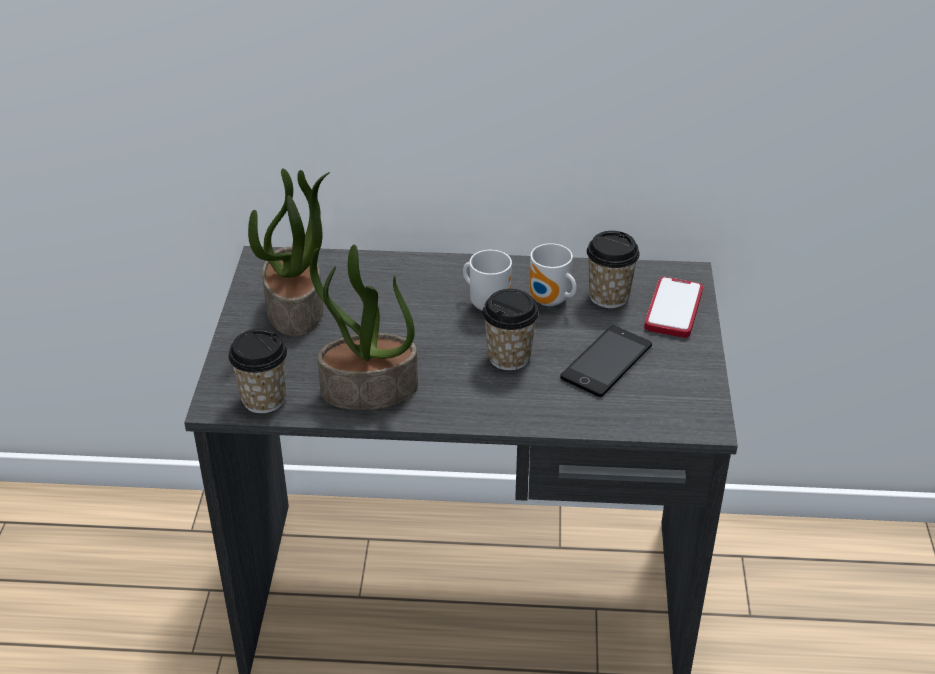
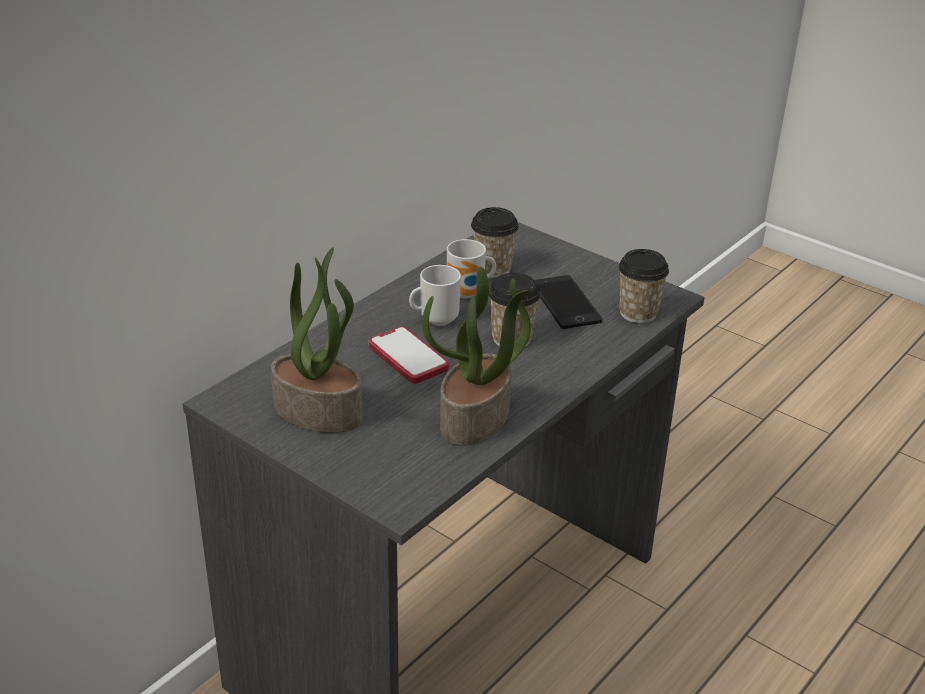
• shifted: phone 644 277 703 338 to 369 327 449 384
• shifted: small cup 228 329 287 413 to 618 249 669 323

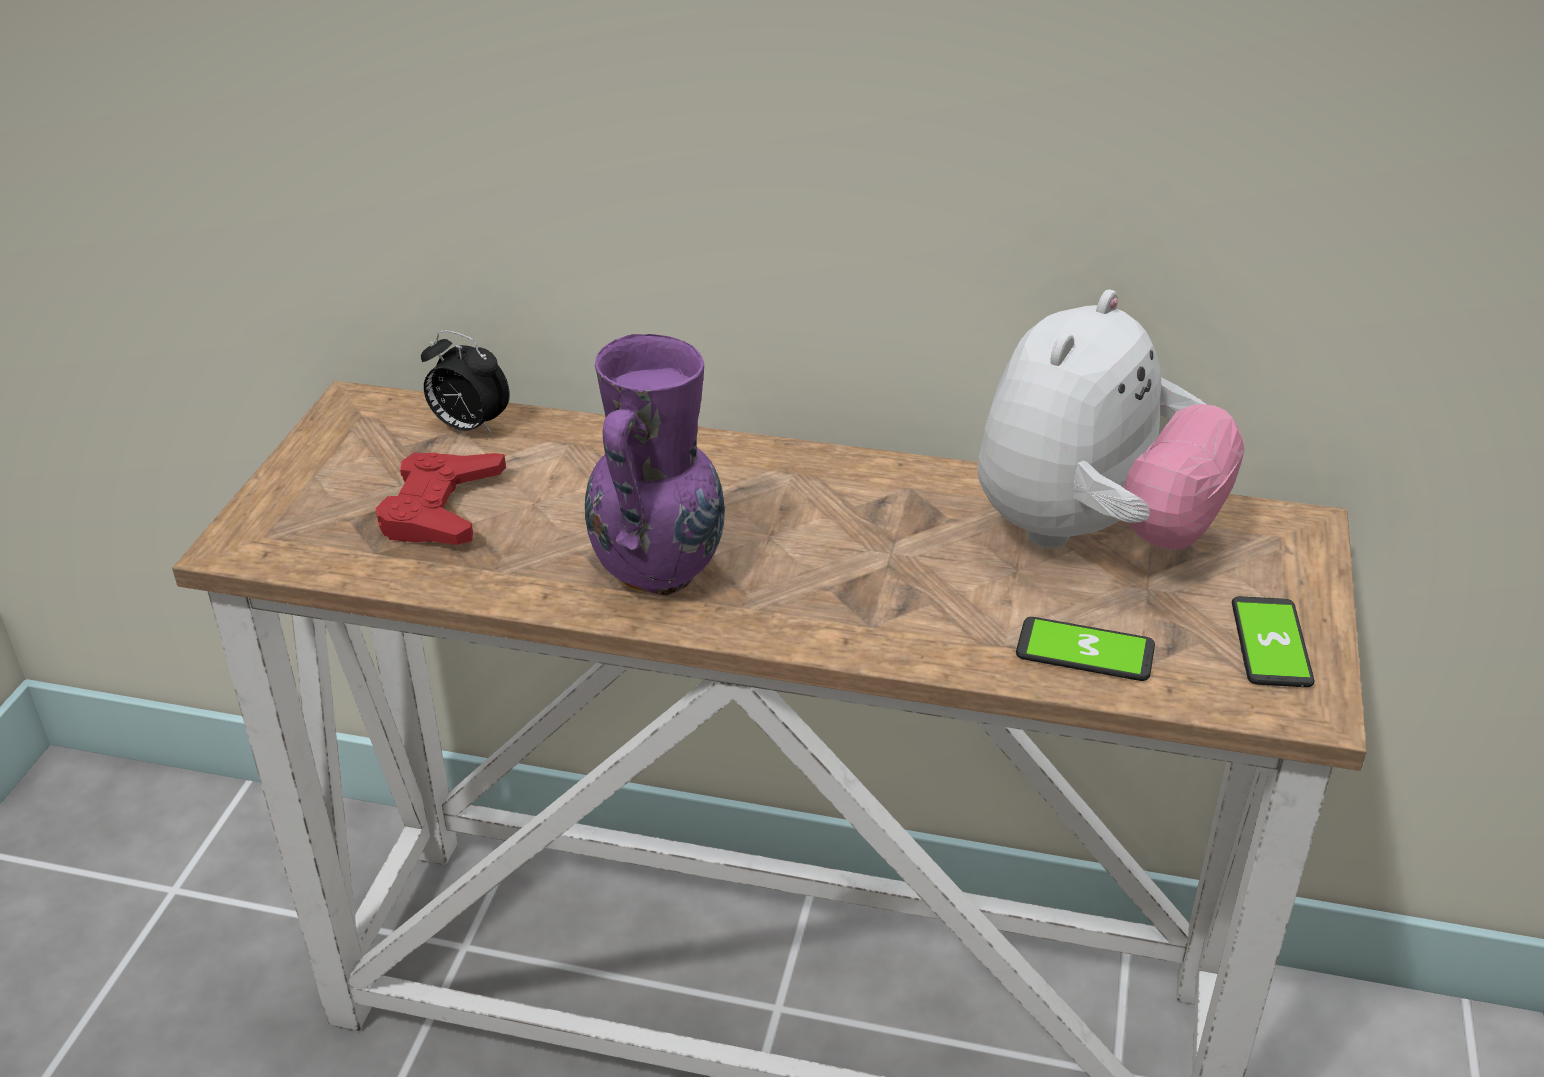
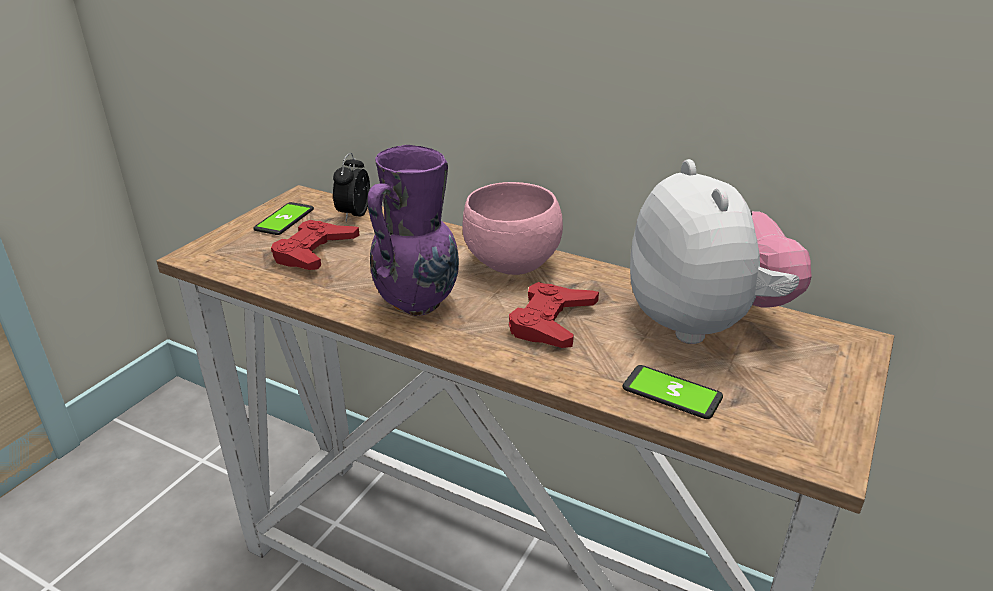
• shifted: phone 1232 596 1314 687 to 253 202 314 235
• rotated: bedside clock 421 330 510 436 = 333 153 370 222 60 degrees clockwise
• new: serving bowl (pinkish) 462 182 563 275
• new: joypad (red) 509 282 599 348
• rotated: soft toy 977 289 1245 550 = 630 159 812 344 60 degrees counterclockwise

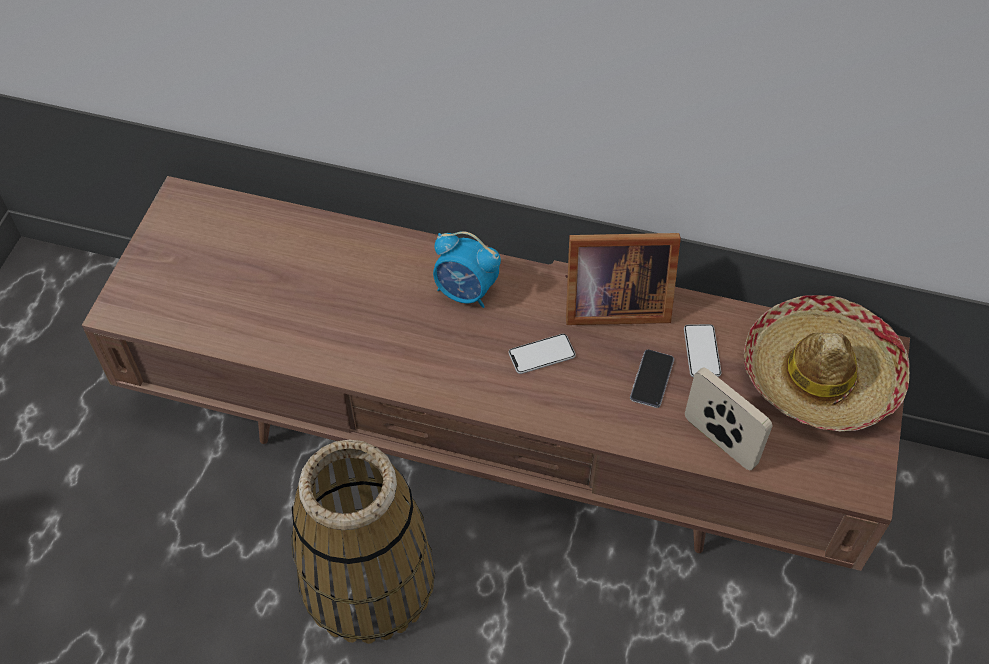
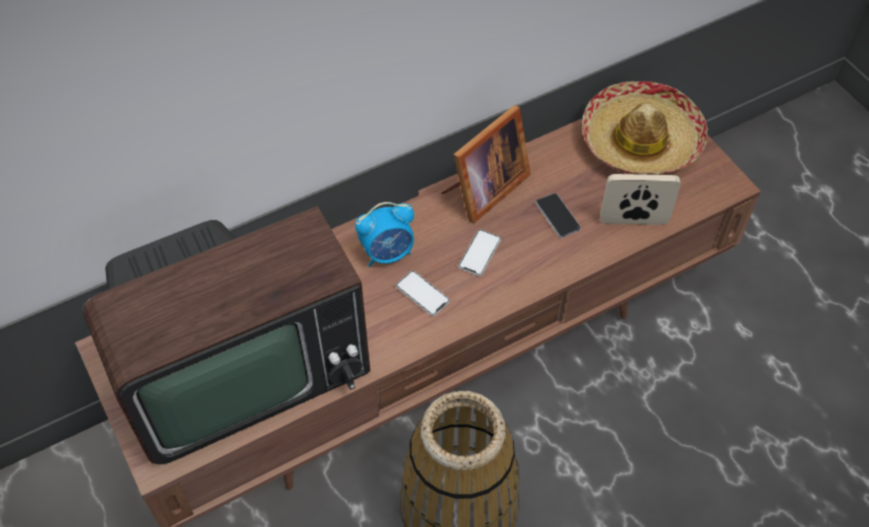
• new: TV set 82 206 370 465
• shifted: phone 684 324 721 377 to 396 271 450 316

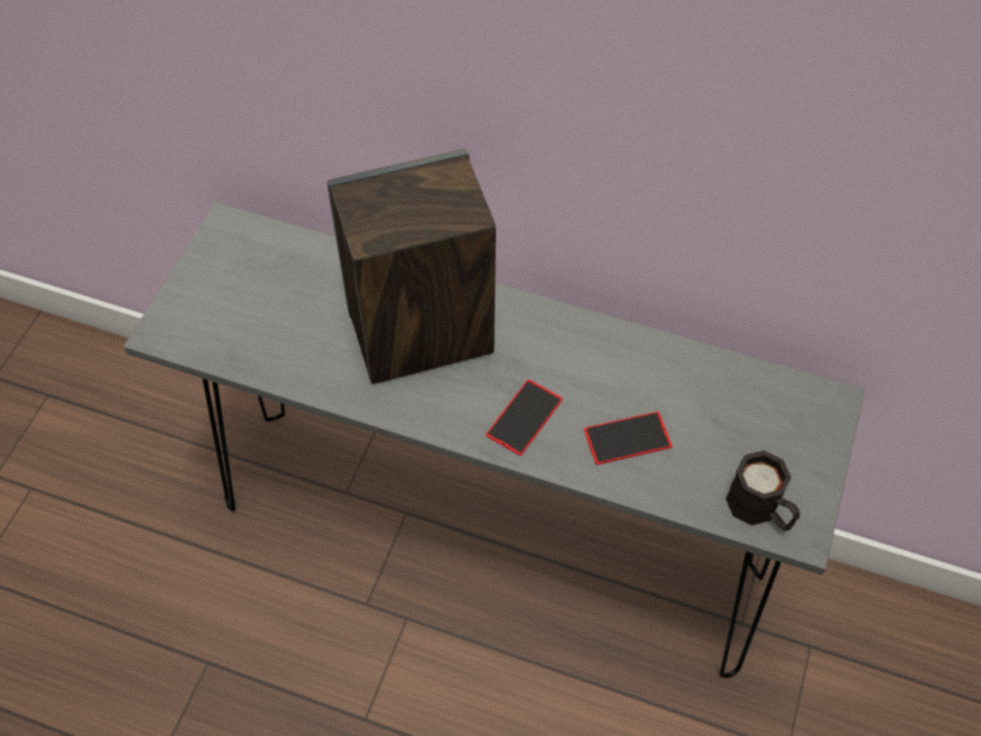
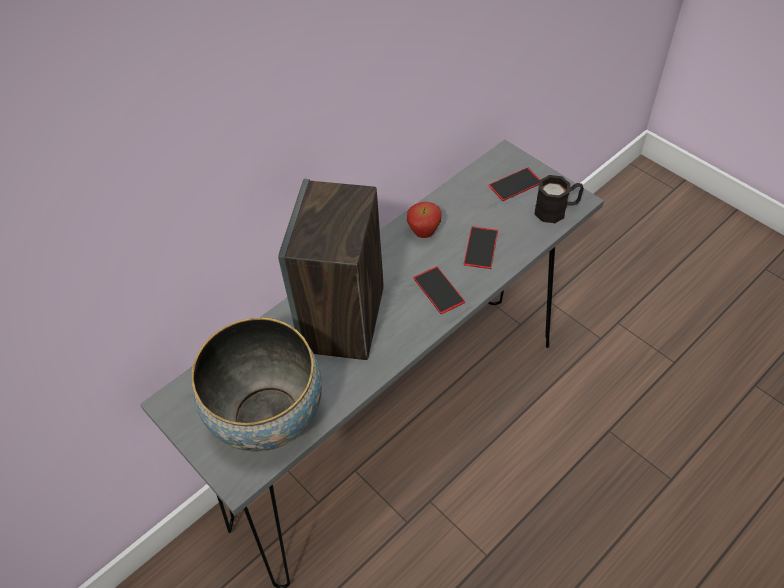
• new: serving bowl 191 317 322 452
• new: apple fruit 407 202 442 238
• new: phone 488 167 540 201

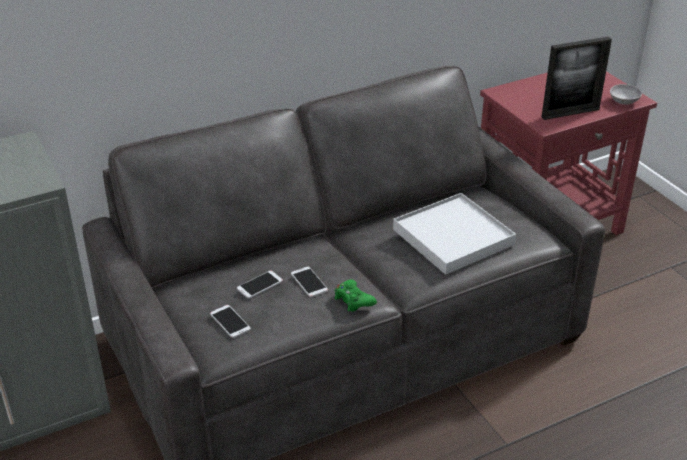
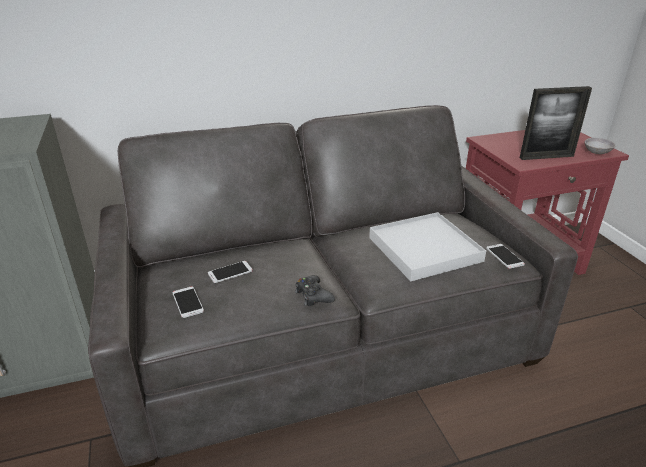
• repainted: joypad (green) 334 279 377 312 to joypad (black-coloured) 295 275 335 306
• shifted: phone 291 267 328 297 to 486 244 525 269

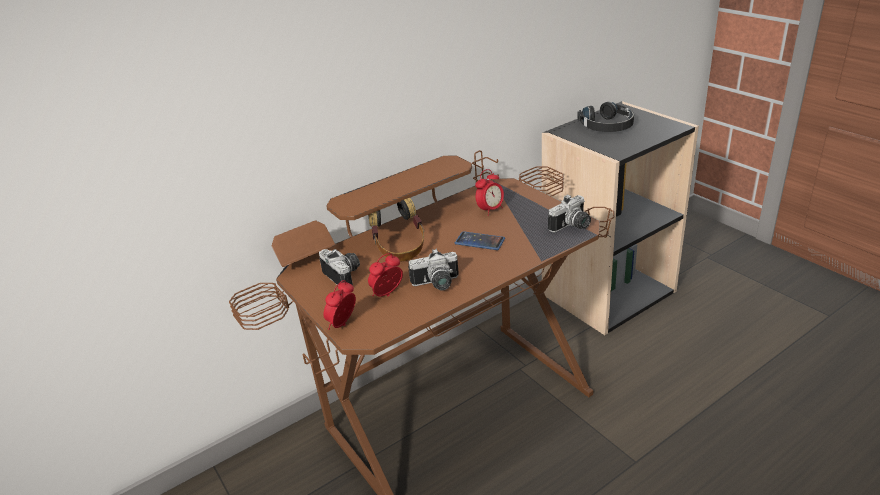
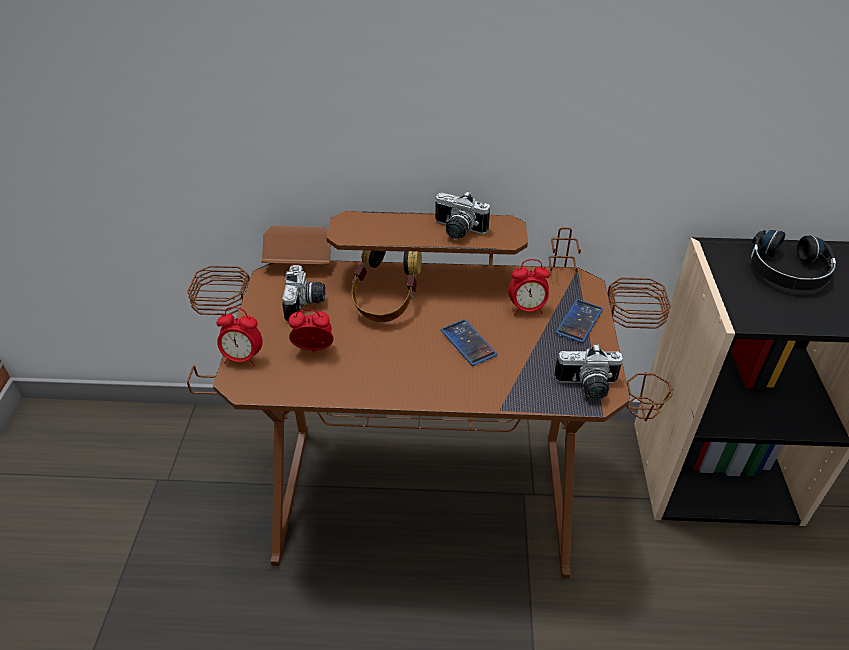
• rotated: bedside clock 323 280 356 330 = 216 307 263 366 150 degrees counterclockwise
• shifted: photo camera 408 249 459 291 to 435 191 490 239
• new: phone 555 299 603 343

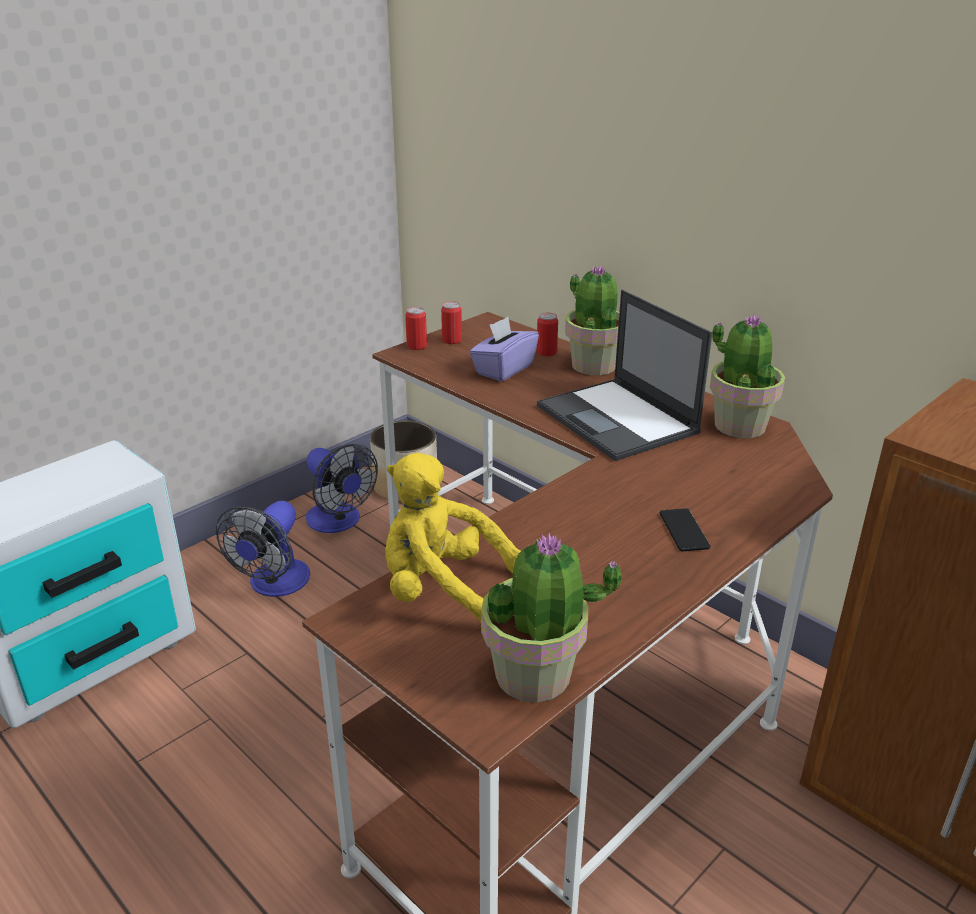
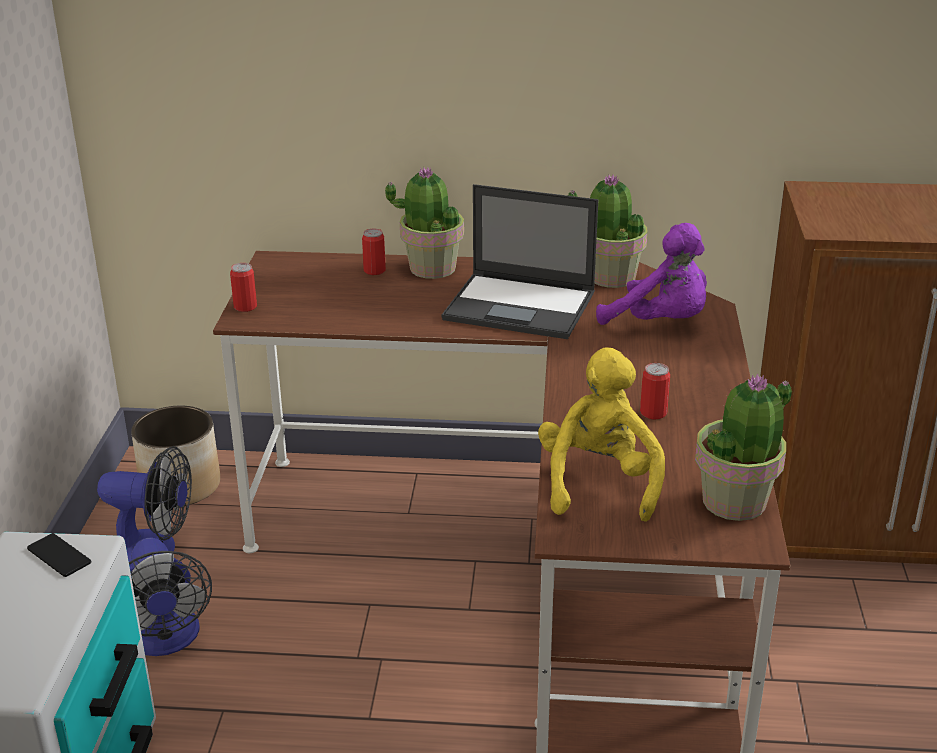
• shifted: phone 660 508 711 551 to 27 533 91 577
• rotated: soft toy (yellowish) 385 453 521 622 = 538 348 665 522 120 degrees clockwise
• new: soft toy (purplish) 596 223 707 325
• shifted: can 441 301 462 344 to 640 363 670 419
• gone: tissue box (purplish) 469 317 539 381

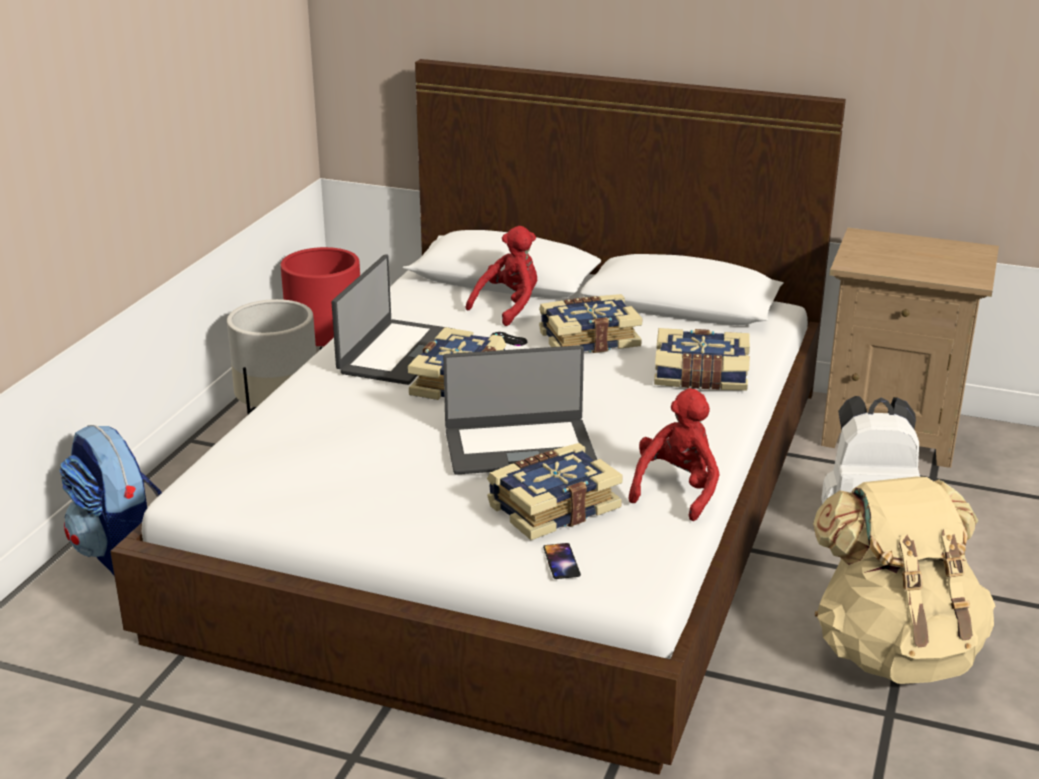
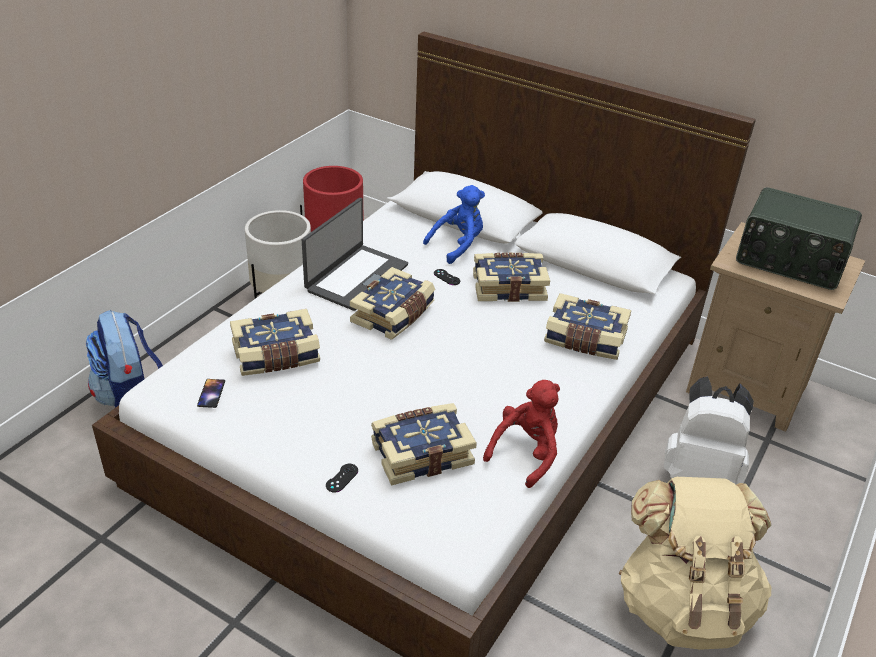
• shifted: phone 543 543 581 579 to 197 379 225 408
• new: book 230 309 320 376
• new: joypad (black-coloured) 326 464 358 493
• repainted: soft toy (red) 466 226 537 326 to soft toy (bluish) 423 185 485 264
• new: radio receiver 736 187 862 290
• gone: portable computer 443 345 597 474

